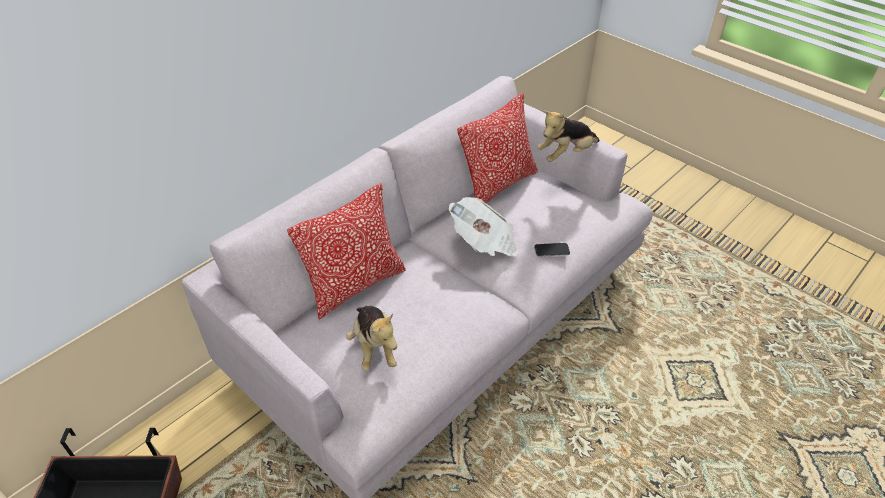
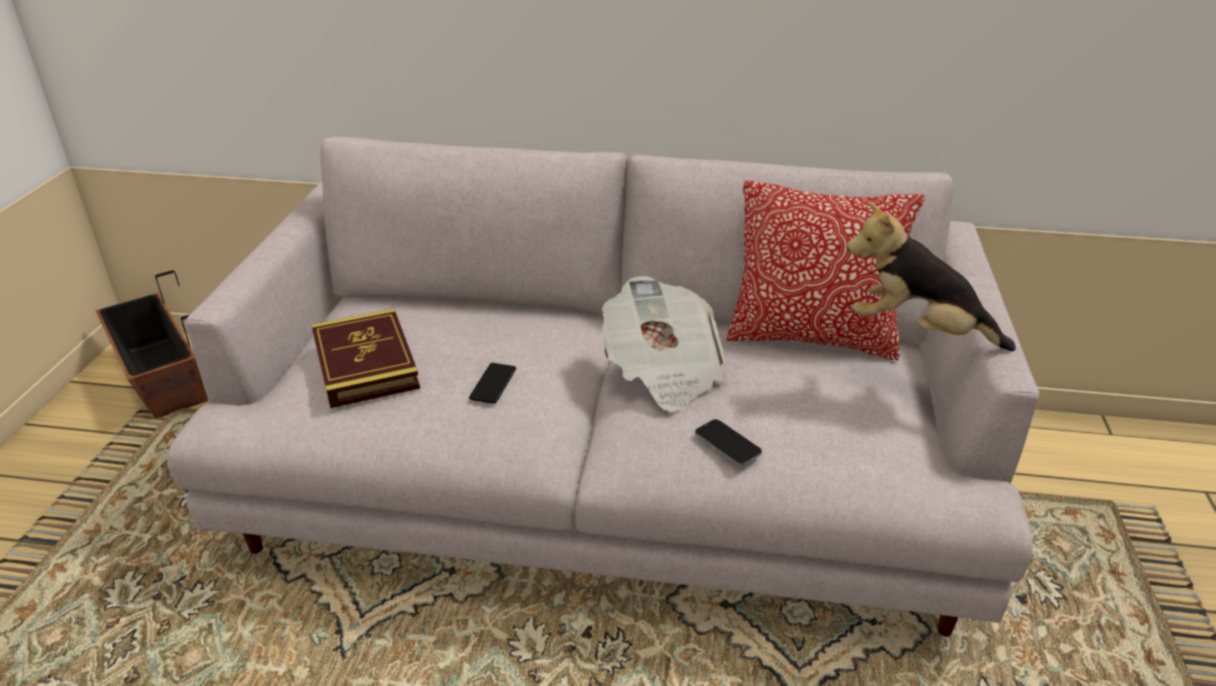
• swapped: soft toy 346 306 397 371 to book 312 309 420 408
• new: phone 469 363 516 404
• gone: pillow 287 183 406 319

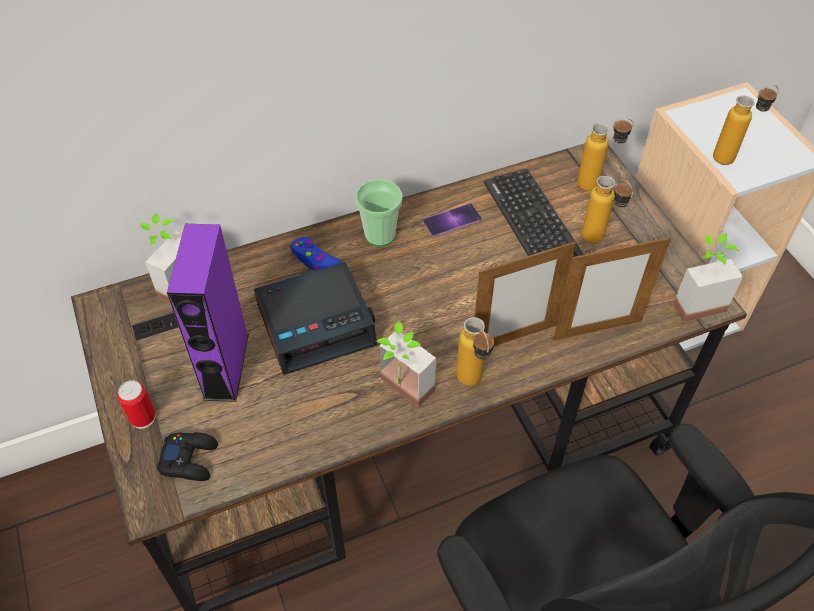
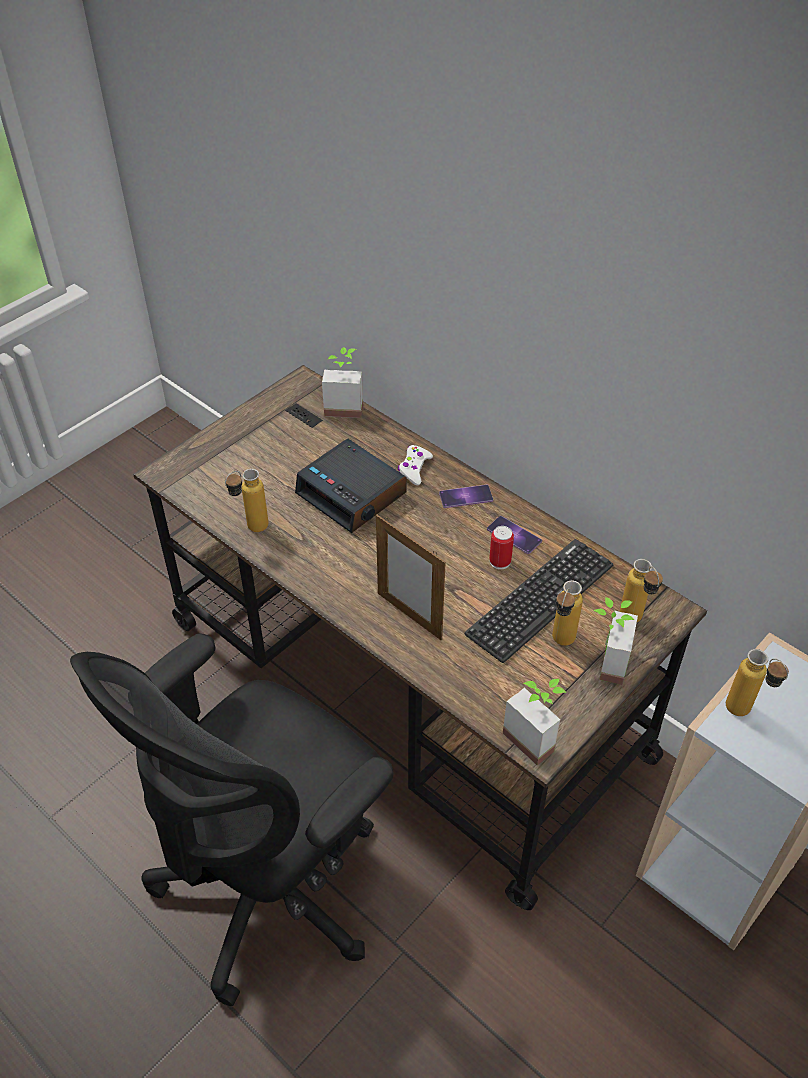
• shifted: bottle 456 317 495 386 to 225 469 269 532
• repainted: joypad (bluish) 290 237 342 271 to joypad (white) 398 445 433 485
• swapped: small cup 355 180 402 246 to phone 439 485 493 508
• shifted: can 117 380 156 429 to 489 526 514 570
• shifted: potted plant 376 321 436 407 to 593 597 638 685
• gone: joypad (black-coloured) 156 432 218 481
• gone: audio speaker (purplish) 167 224 249 402
• gone: picture frame 553 236 671 341

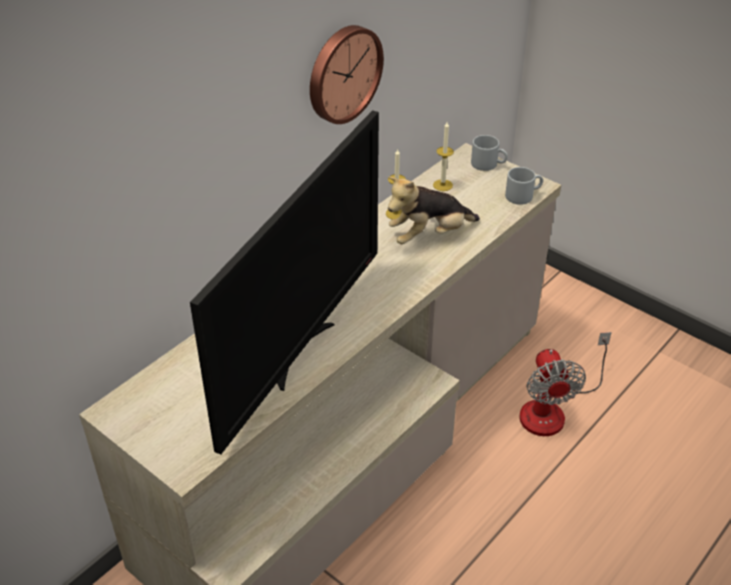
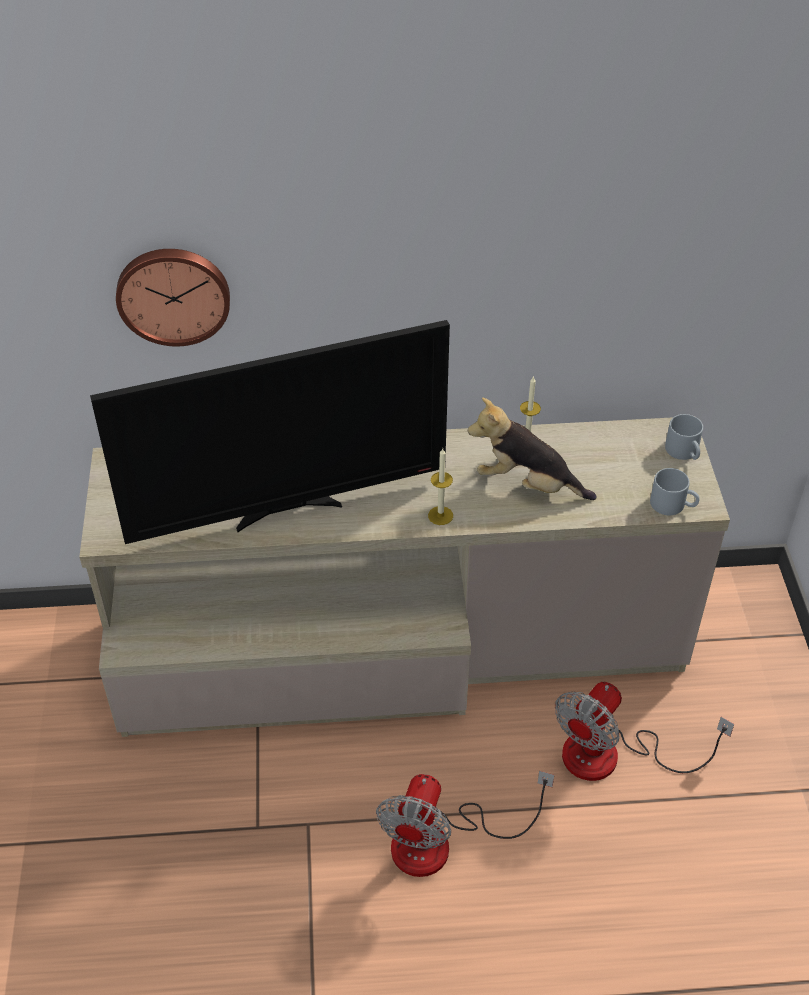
• shifted: wall clock 310 25 384 124 to 116 249 230 346
• new: cooling fan 376 771 554 877
• shifted: wax light 433 122 454 191 to 428 448 453 525

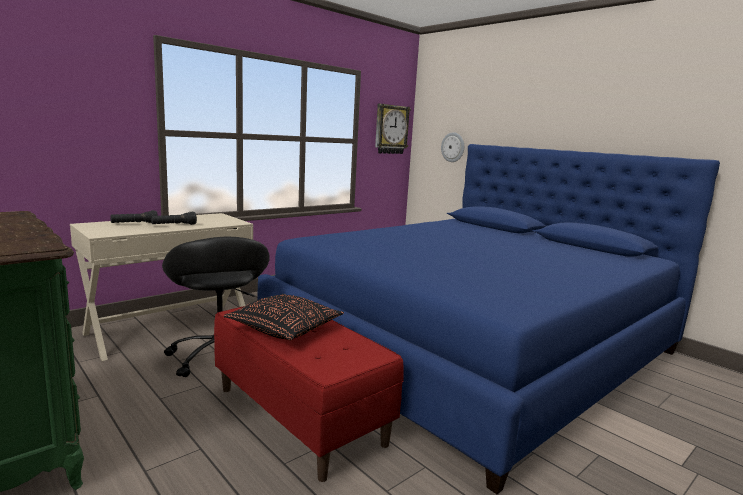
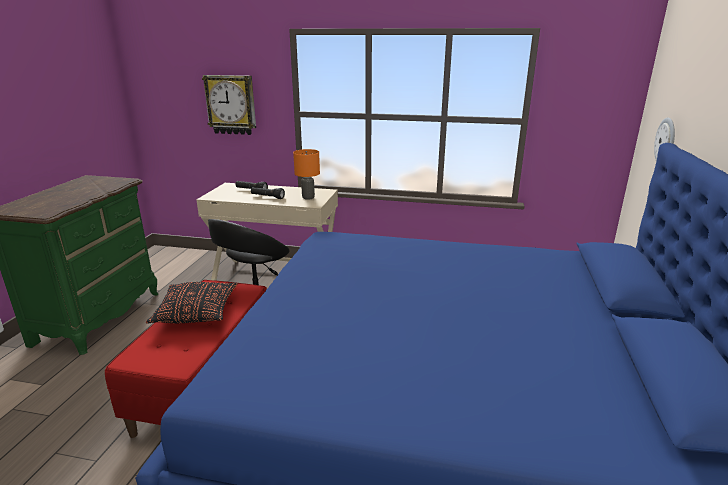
• shifted: wall clock 375 104 411 154 to 202 75 256 135
• new: lamp for a table (orange) 293 149 320 200

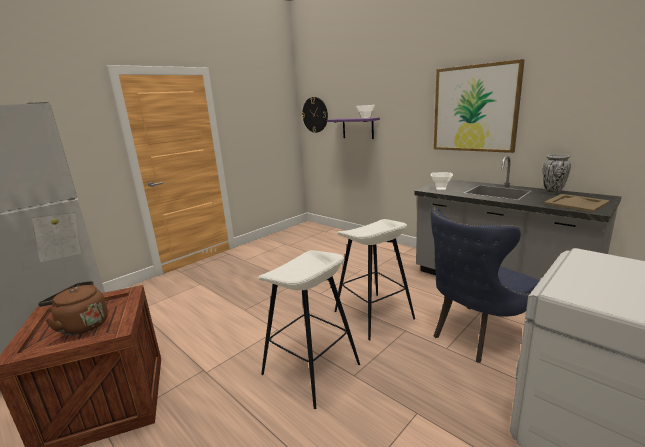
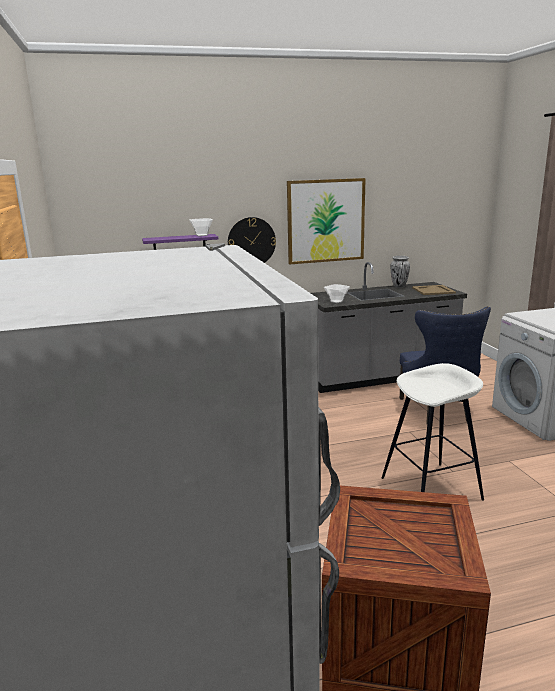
• shifted: wall clock 302 97 328 133 to 228 217 276 263
• gone: tea kettle (brown-coloured) 38 281 108 335
• gone: sitting stool (white) 335 219 415 340

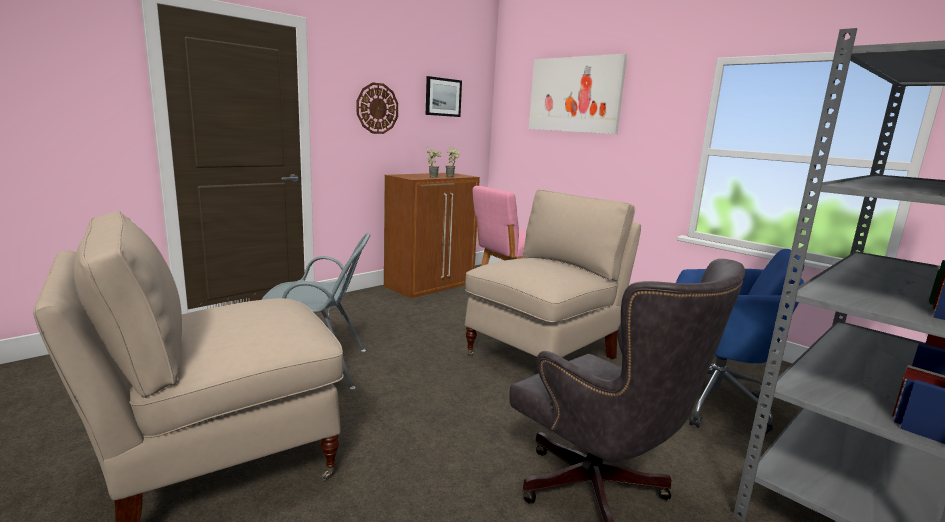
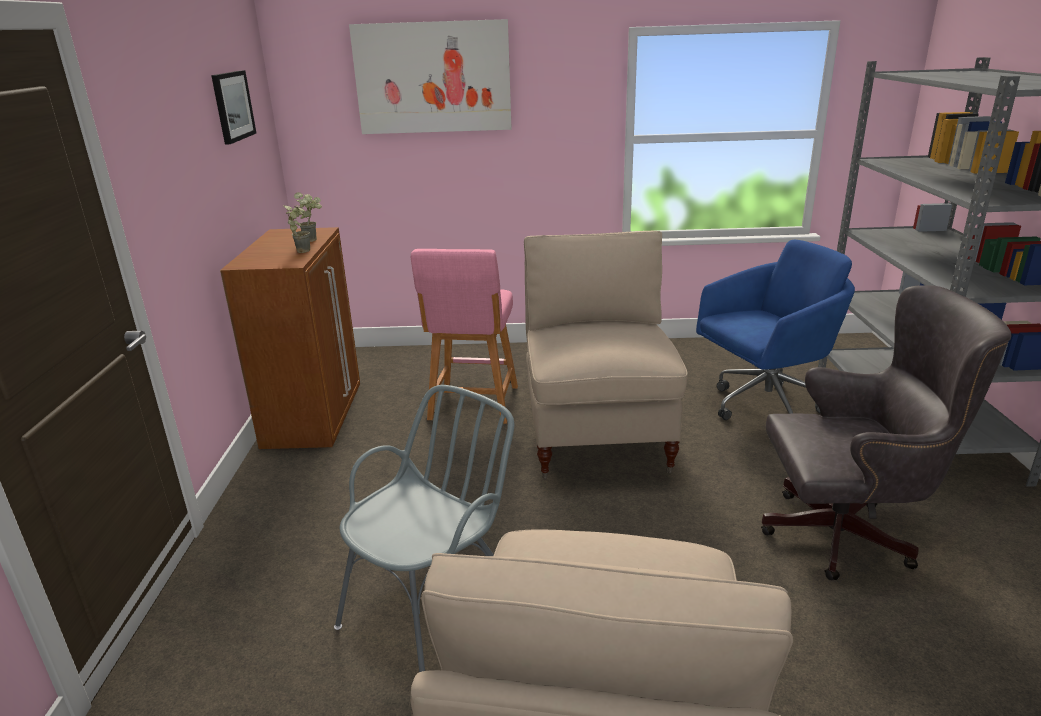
• gone: wall clock 357 82 398 134

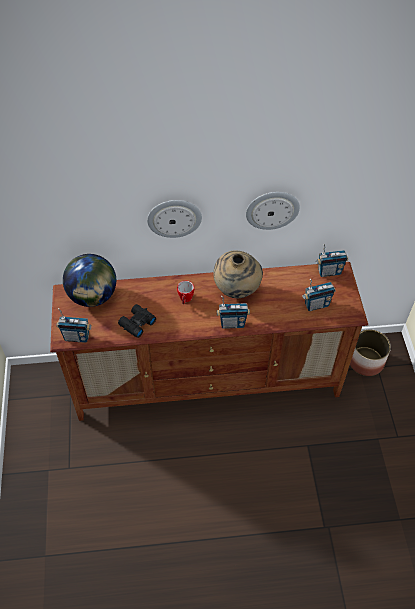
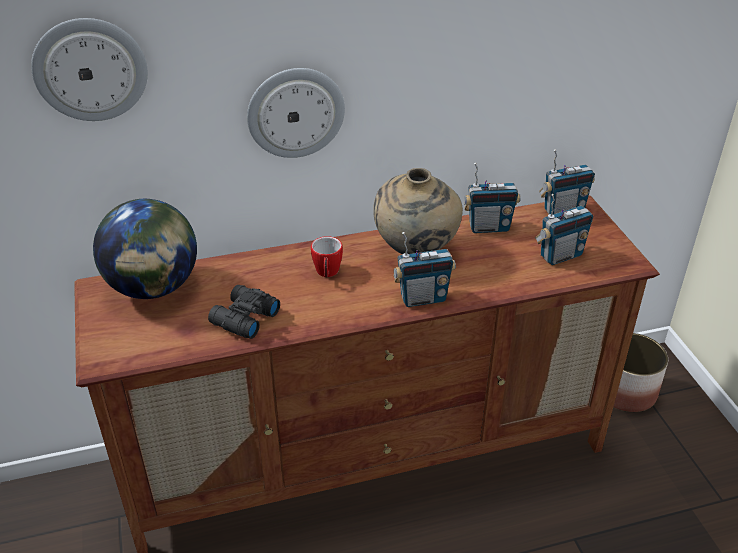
• shifted: wall clock 246 192 300 230 to 31 18 148 121
• shifted: radio receiver 57 308 92 343 to 464 163 521 233

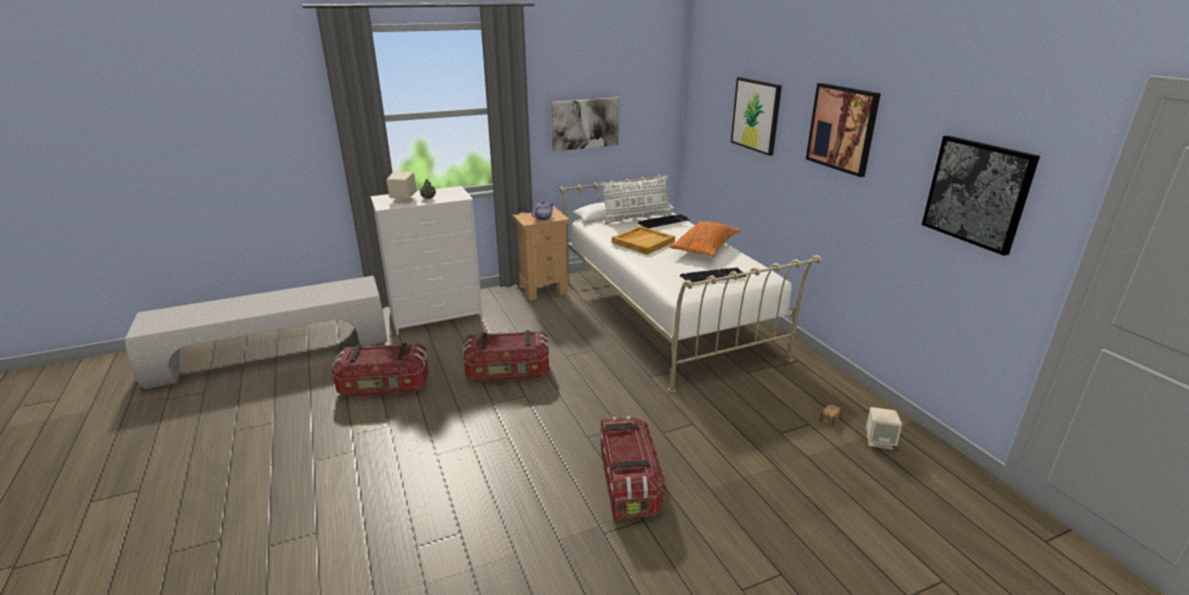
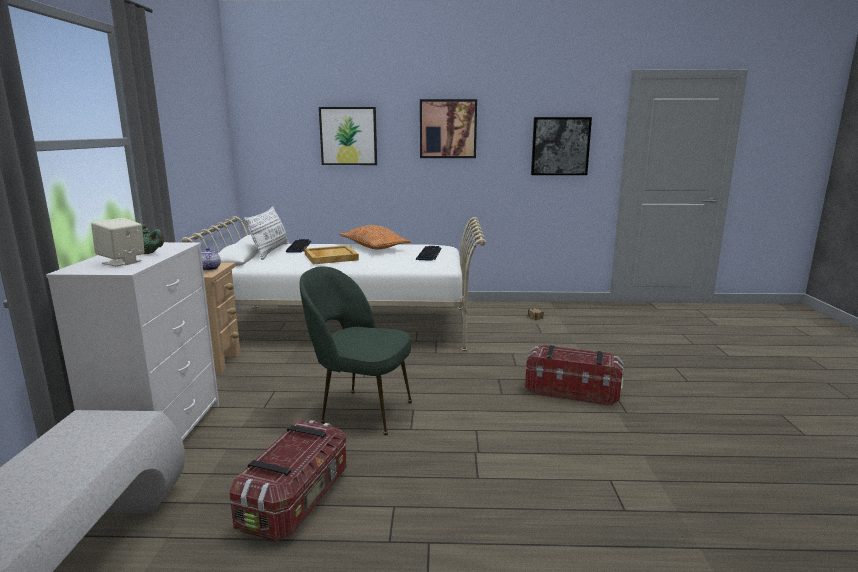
• swapped: storage box 462 330 550 382 to upright chair (green) 300 267 412 436
• gone: wall picture 551 97 619 151
• gone: audio speaker (beige) 866 407 902 449

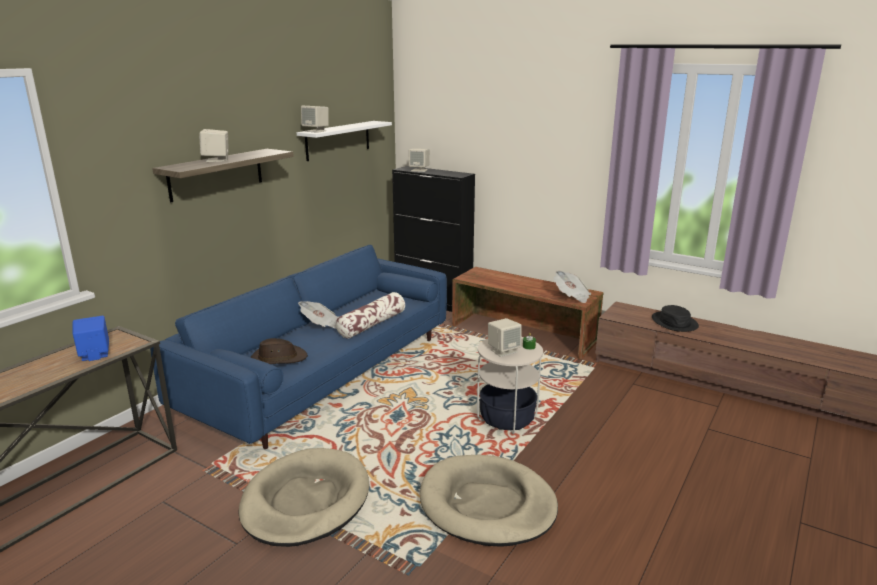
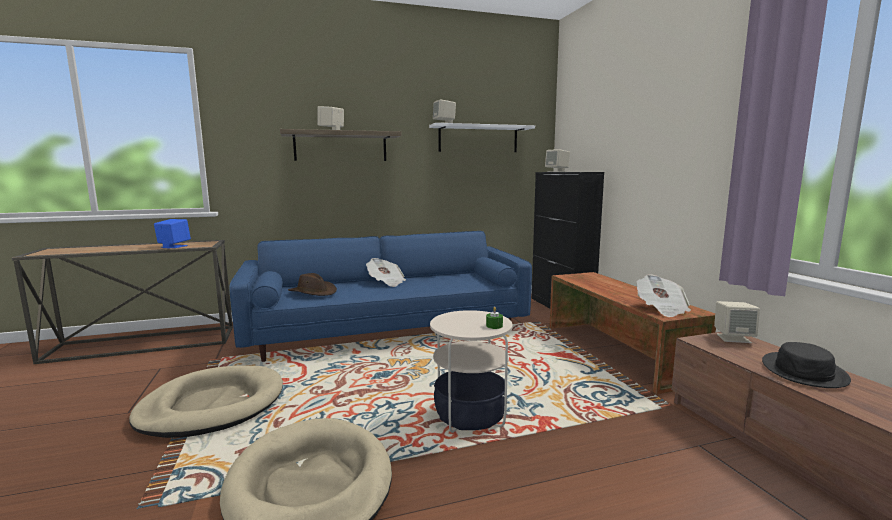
• shifted: audio speaker (beige) 488 318 522 357 to 714 301 760 343
• gone: pillow 336 292 405 339

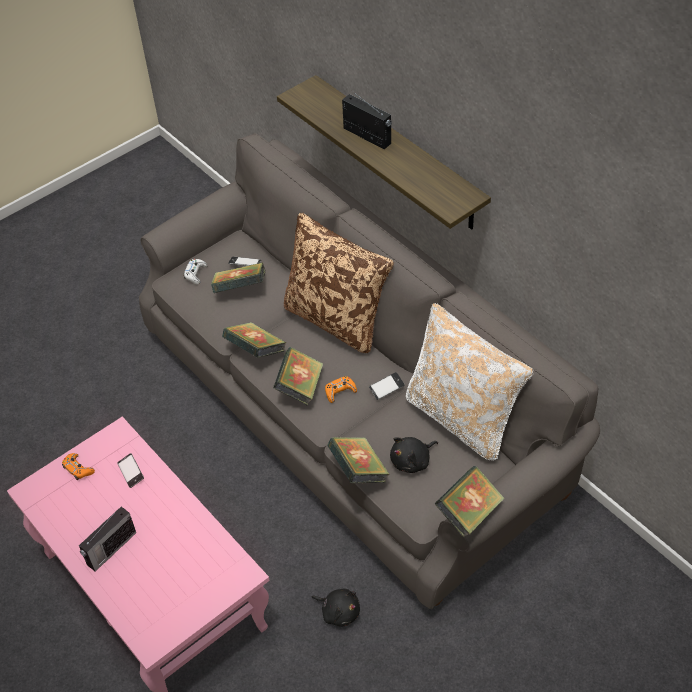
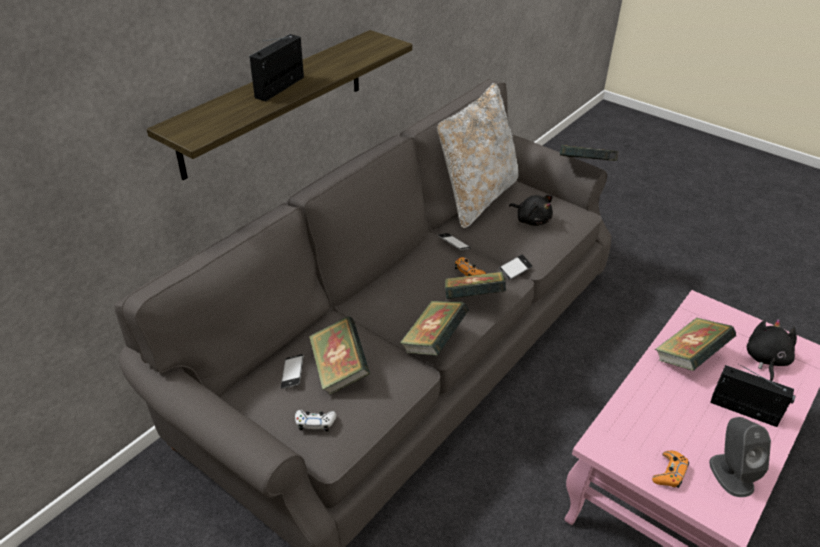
• shifted: phone 117 453 144 488 to 499 255 532 280
• shifted: book 327 437 390 483 to 655 318 736 371
• new: audio speaker (gray) 709 417 771 497
• shifted: soft toy (black-coloured) 311 589 360 627 to 747 319 797 381
• gone: pillow (brown-coloured) 284 213 394 353

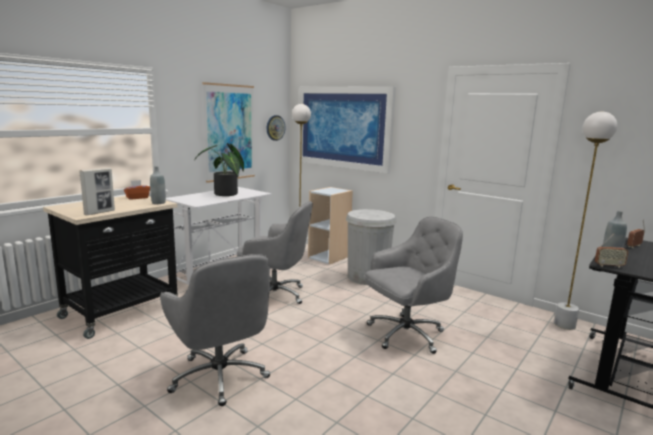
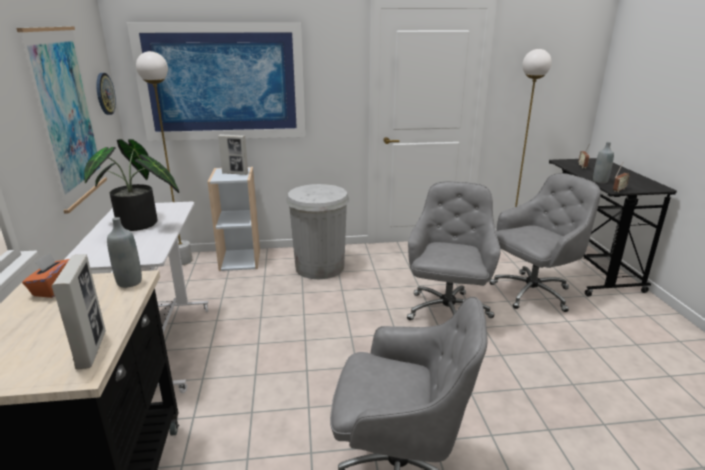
• new: picture frame 218 134 248 175
• shifted: desk chair (gray) 236 201 313 304 to 490 173 601 312

